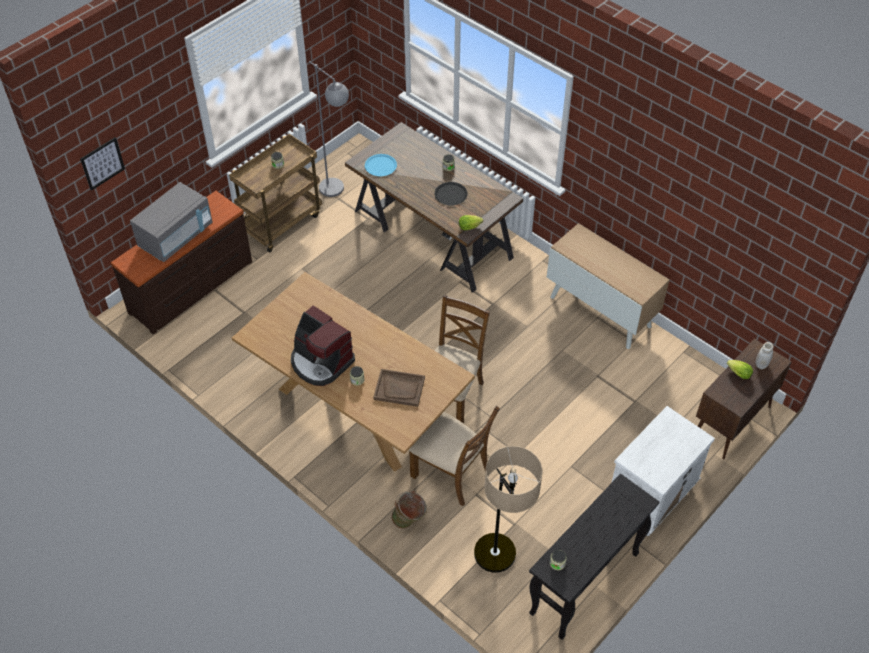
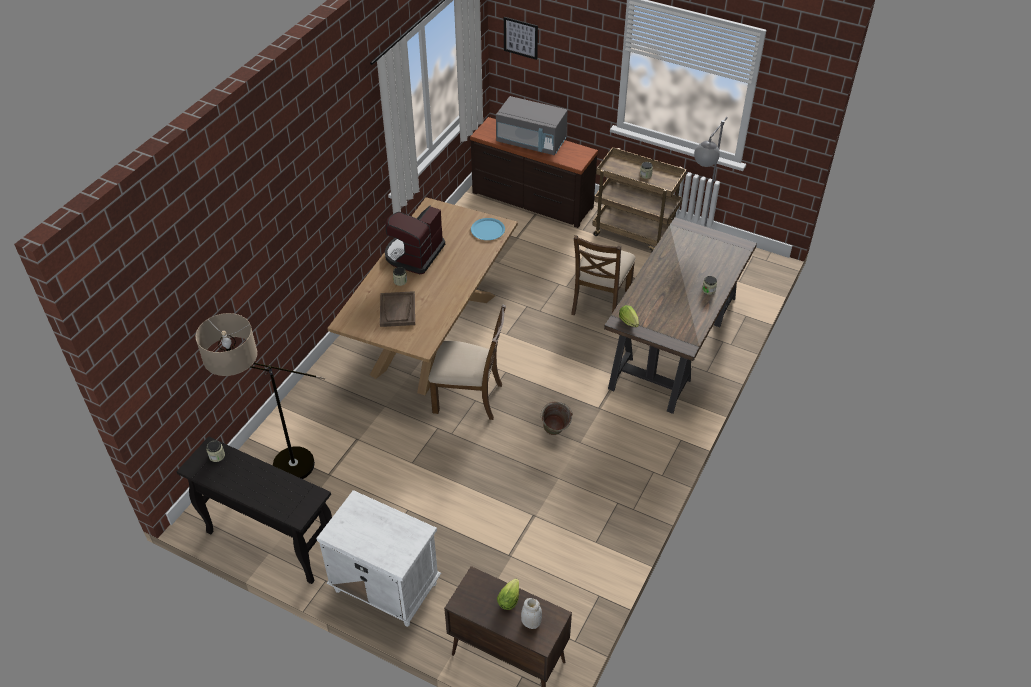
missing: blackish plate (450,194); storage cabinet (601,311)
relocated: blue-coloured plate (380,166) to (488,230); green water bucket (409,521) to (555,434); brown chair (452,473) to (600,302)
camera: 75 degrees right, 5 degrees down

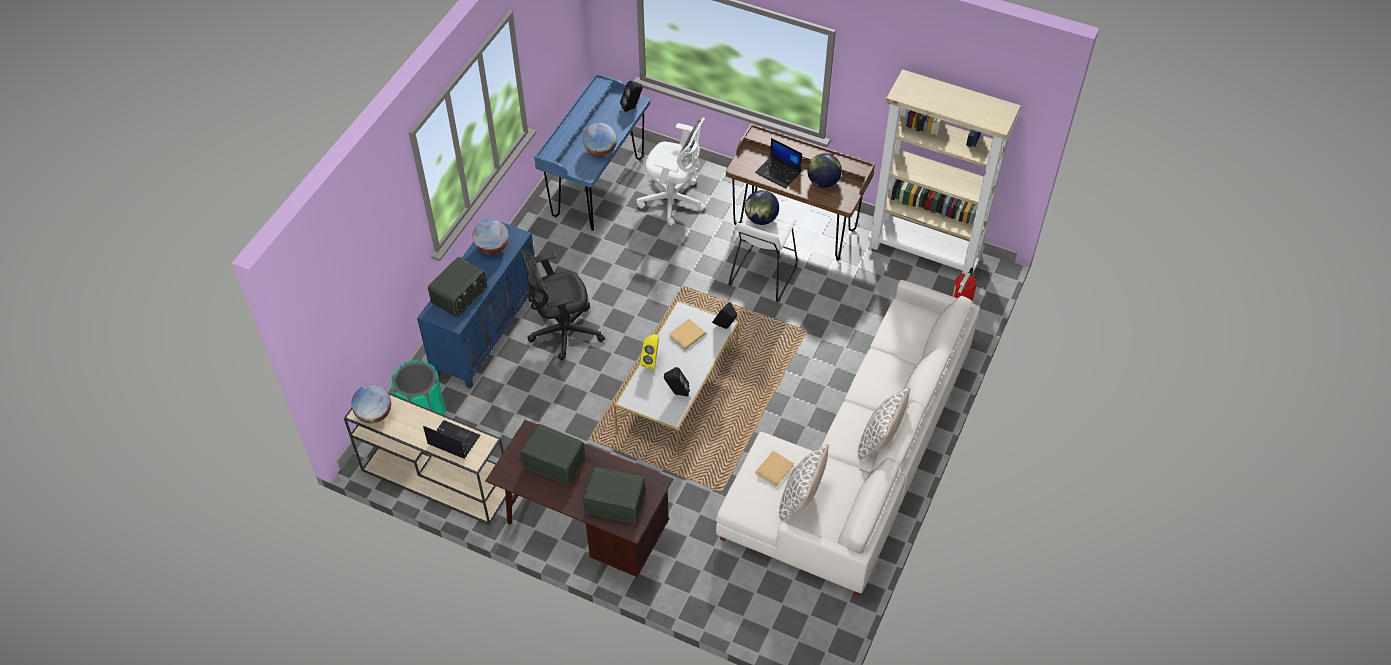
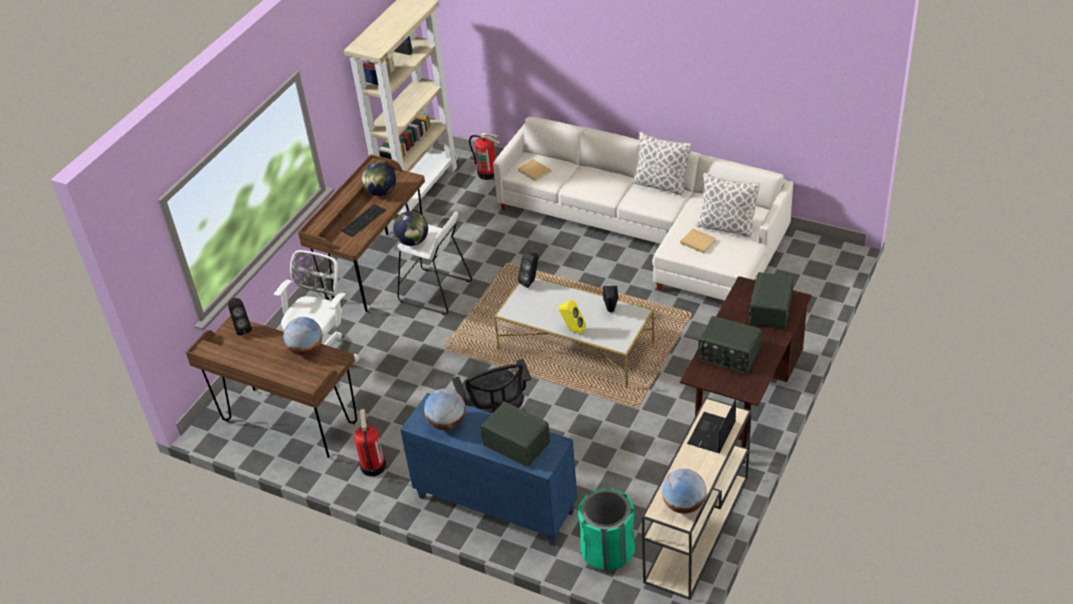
appeared: fire extinguisher (373,466)
relocated: beige volume (686,335) to (535,171)
exchanged: laptop (779,172) to keyboard (363,220)
colour: blue-coloured desk unit (597,187) to brown desk unit (289,423)
spun: radio receiver (554,461) = (728,355) 90 degrees counterclockwise
camera: 85 degrees left, 10 degrees down

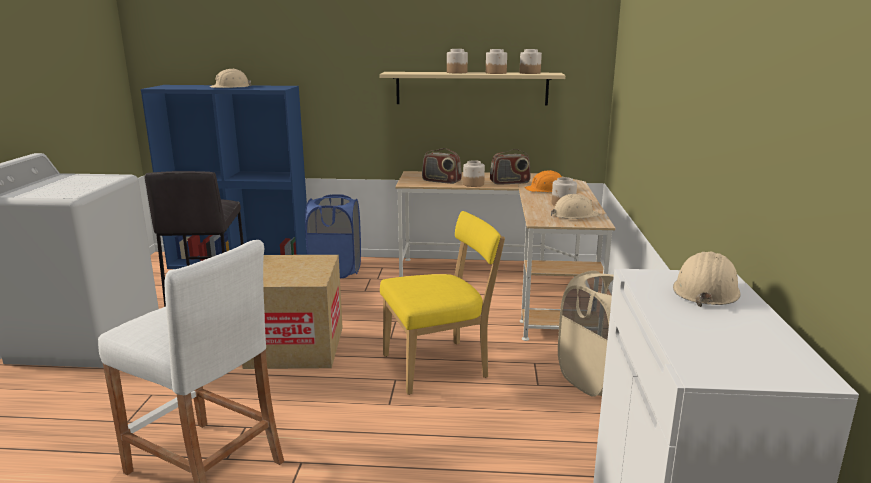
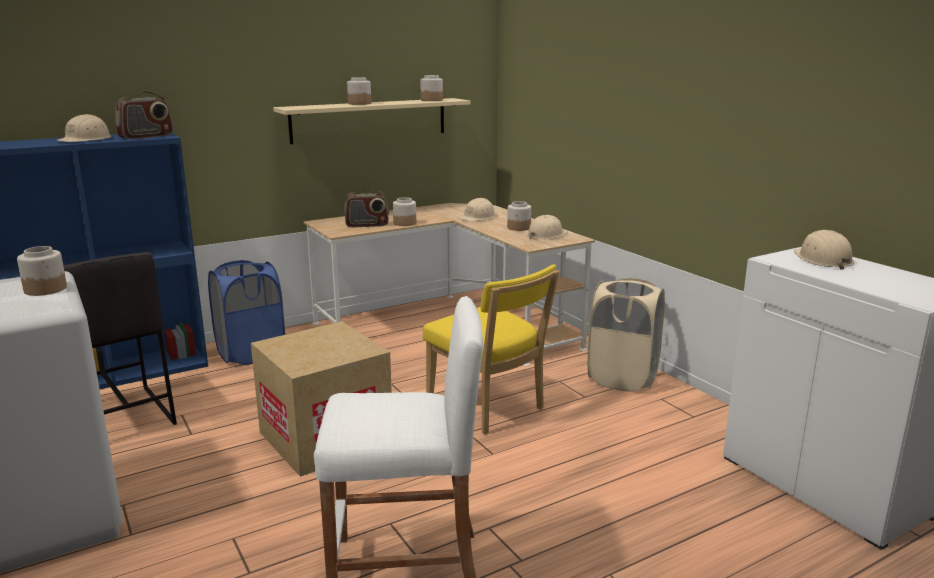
relocated: storage jar (496,73) to (46,289); radio receiver (509,182) to (146,137)
colour: orange-coloured work helmet (546,189) to beige work helmet (478,217)
spun: yellow-coloured chair (440,366) = (489,408) 105 degrees clockwise
camera: 35 degrees left, 0 degrees up

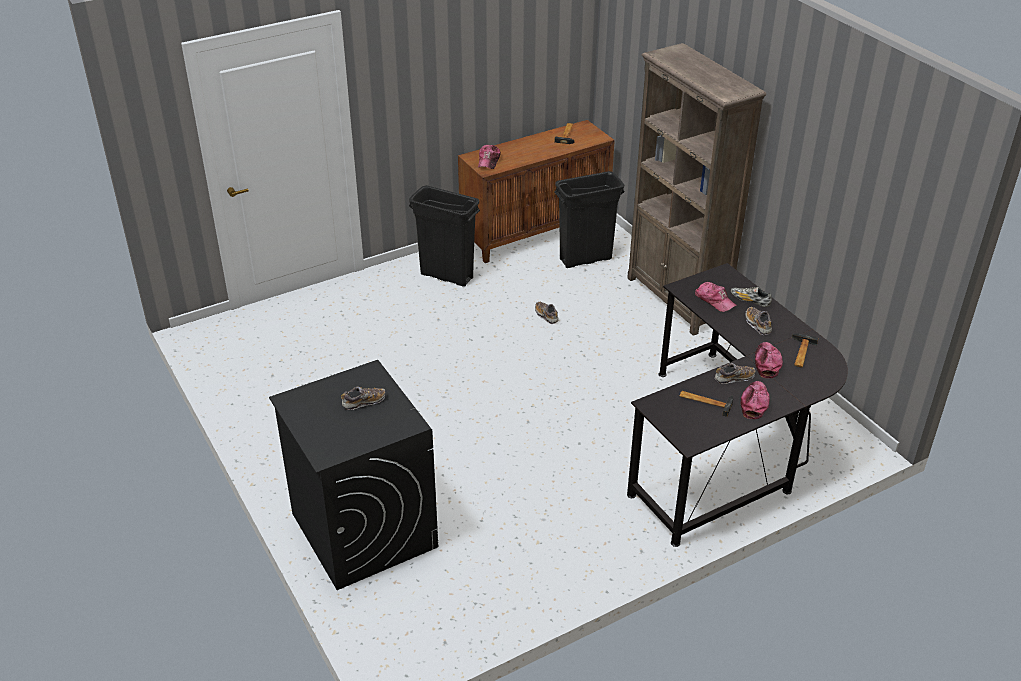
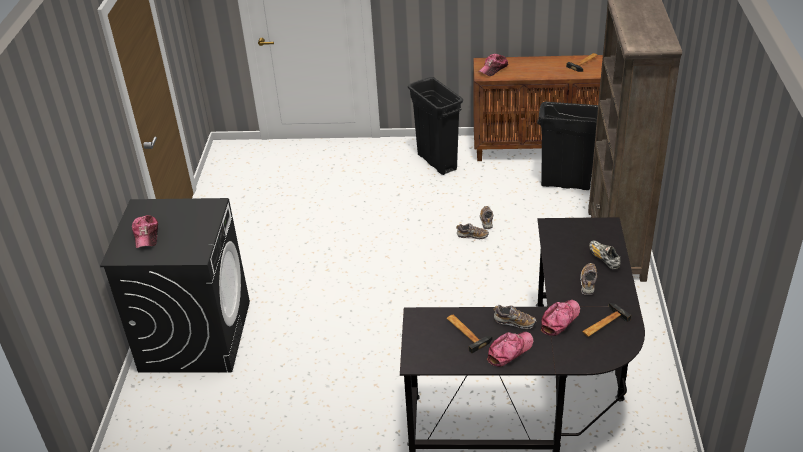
relocated: low shoe (364,402) to (472,236); peaked cap (714,300) to (146,235)
camera: 35 degrees right, 0 degrees up

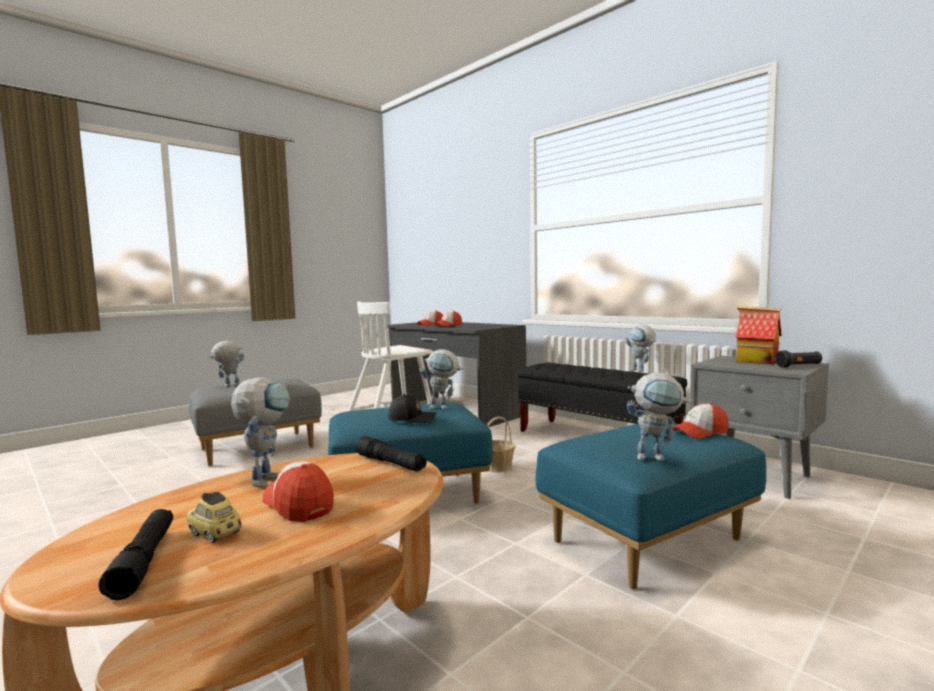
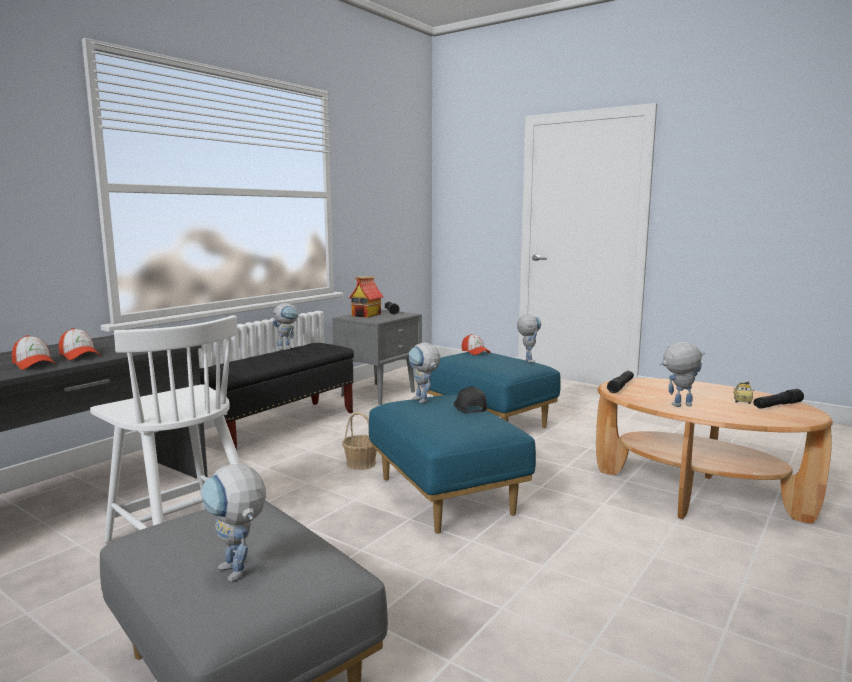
missing: peaked cap (298,504)
spun: toy robot (443,408) = (424,401) 150 degrees clockwise
camera: 100 degrees left, 5 degrees up

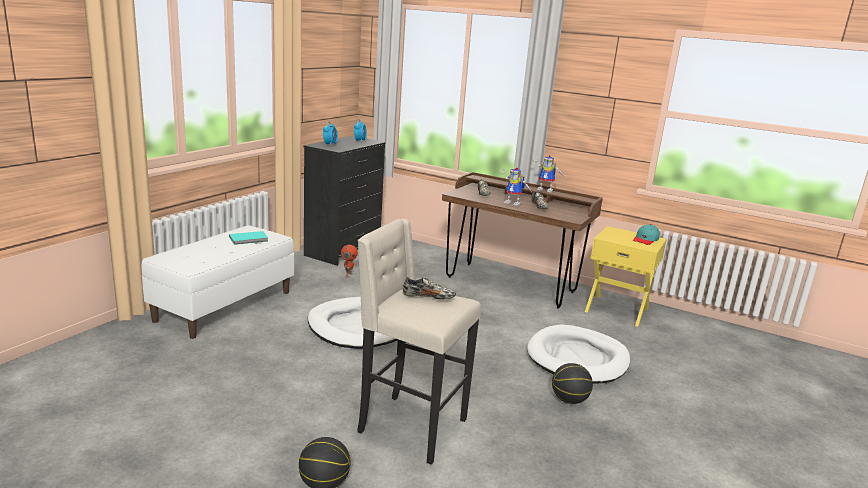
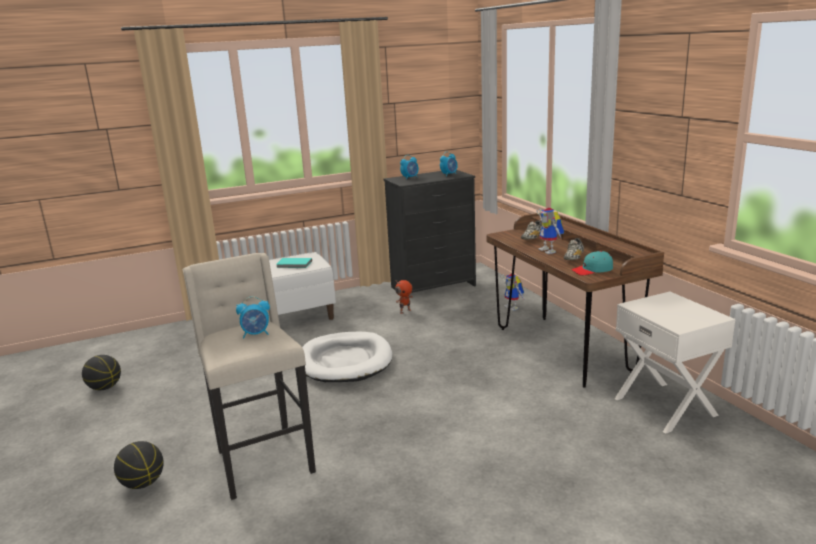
missing: whitish dog cushion (577,358)
relocated: toy robot (546,190) to (513,307); basketball ball (569,400) to (105,387); turquoise peaked cap (645,240) to (592,270)
exchanged: low shoe (428,297) to table clock (256,334)
colour: yellow-coloured nightstand (617,310) to whitish nightstand (666,406)
camera: 40 degrees right, 0 degrees up

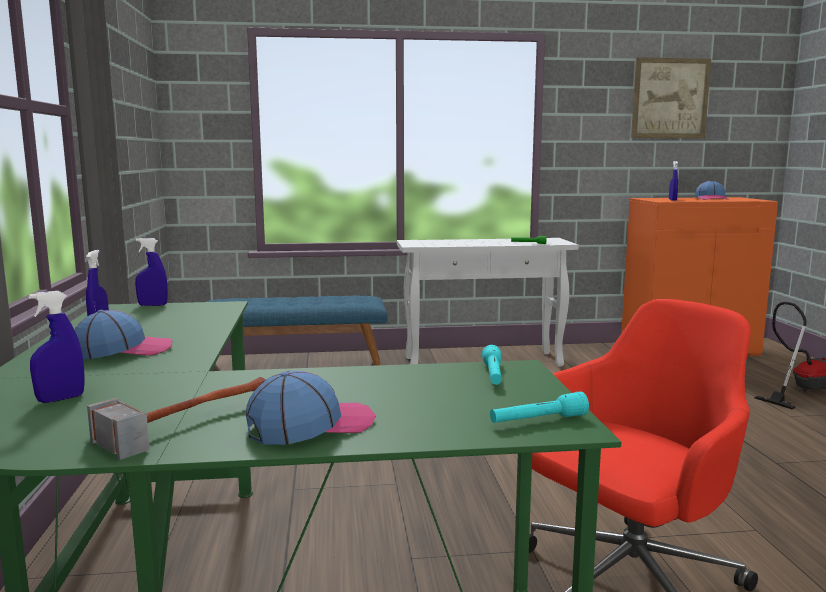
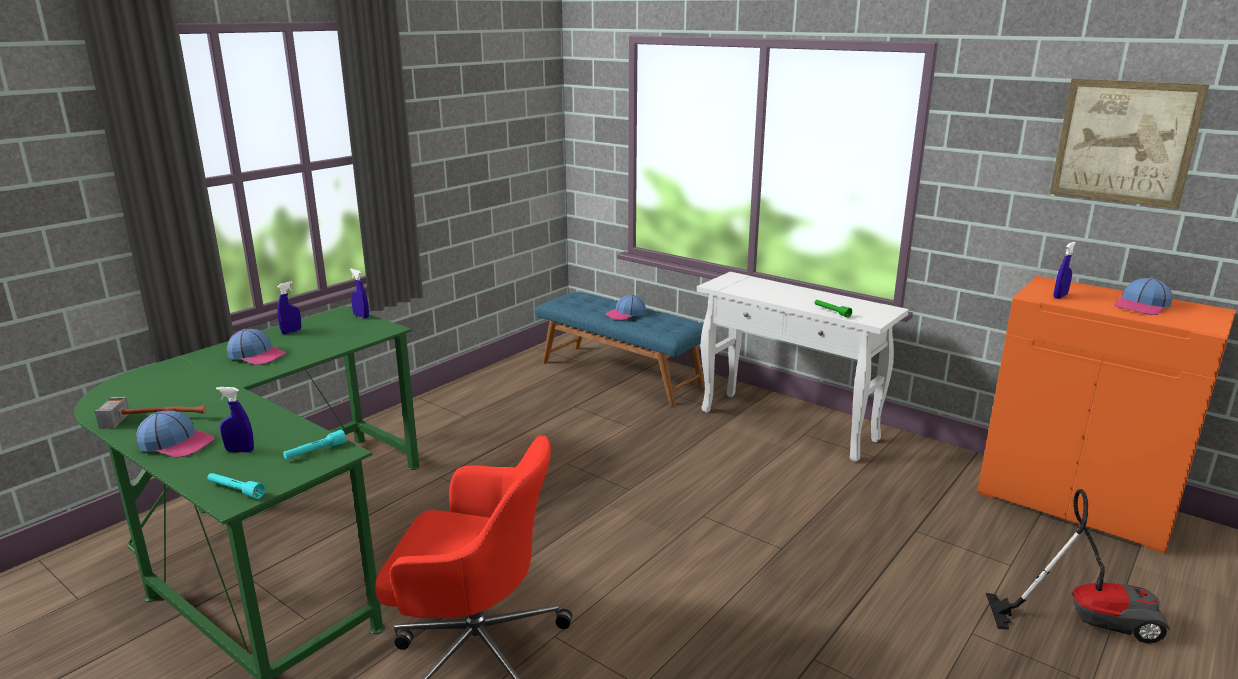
appeared: peaked cap (625,314)
relocated: blue-coloured spray bottle (61,399) to (240,451)
camera: 45 degrees right, 10 degrees up

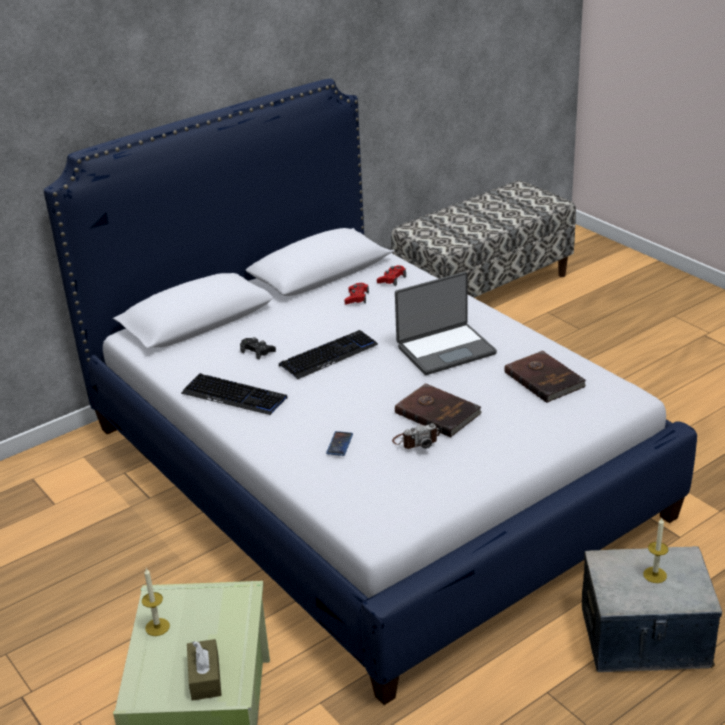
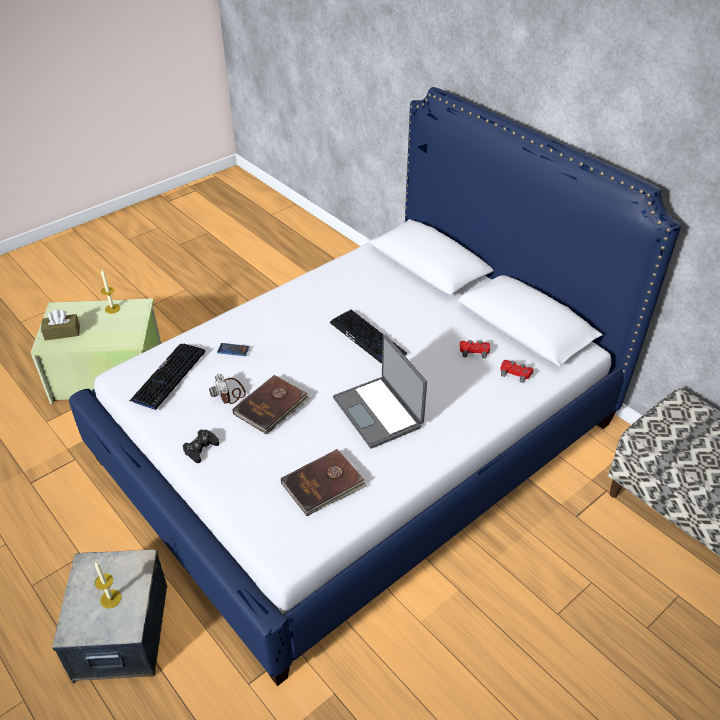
relocated: keyboard (234,396) to (169,376); blackish joypad (257,351) to (201,448)
camera: 85 degrees right, 10 degrees up

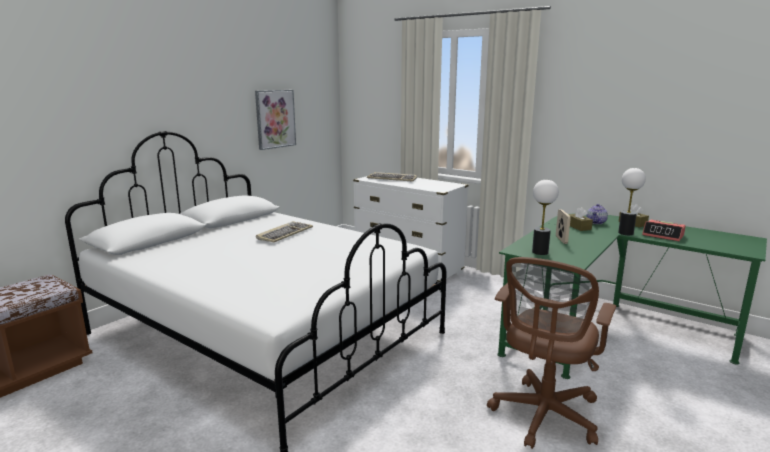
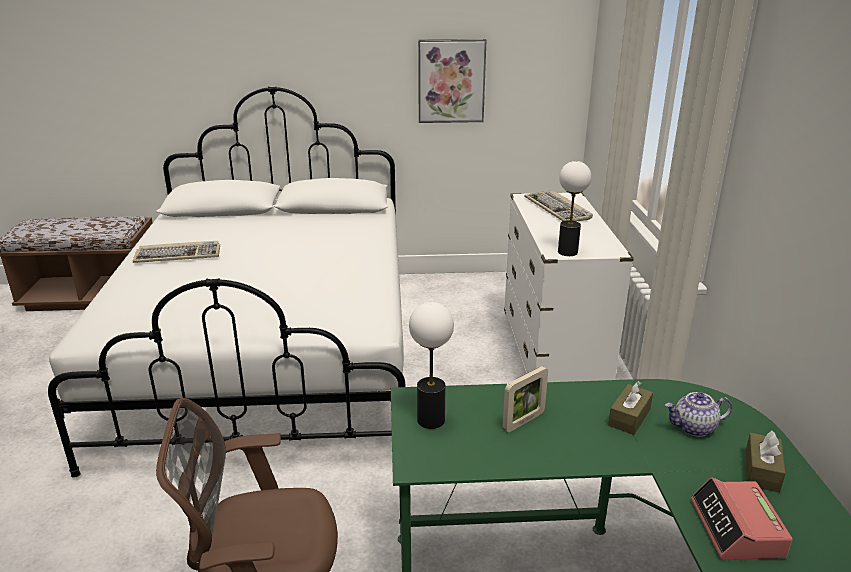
relocated: keyboard (285,234) to (179,255); lamp for a table (625,233) to (567,252)
camera: 50 degrees right, 10 degrees up

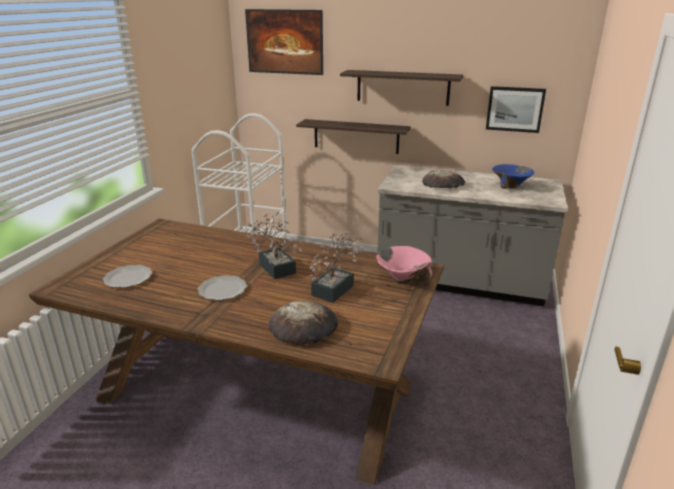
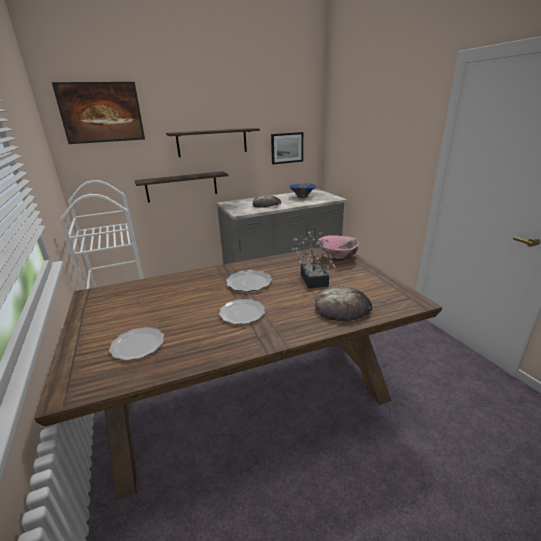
exchanged: houseplant (275,266) to plate (249,282)
camera: 40 degrees left, 0 degrees up

